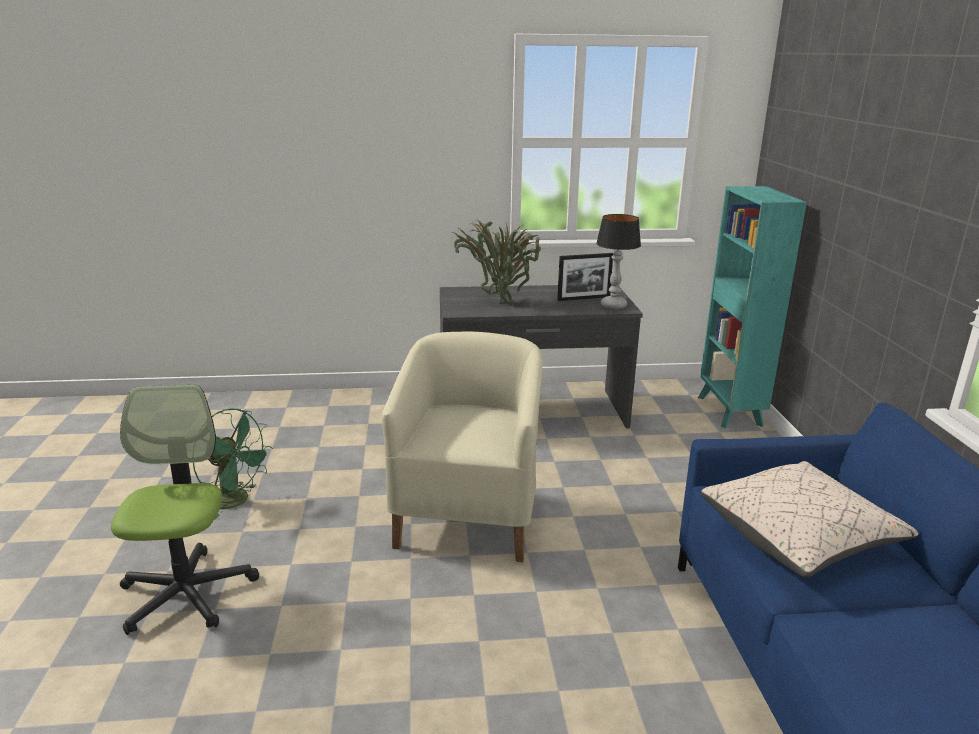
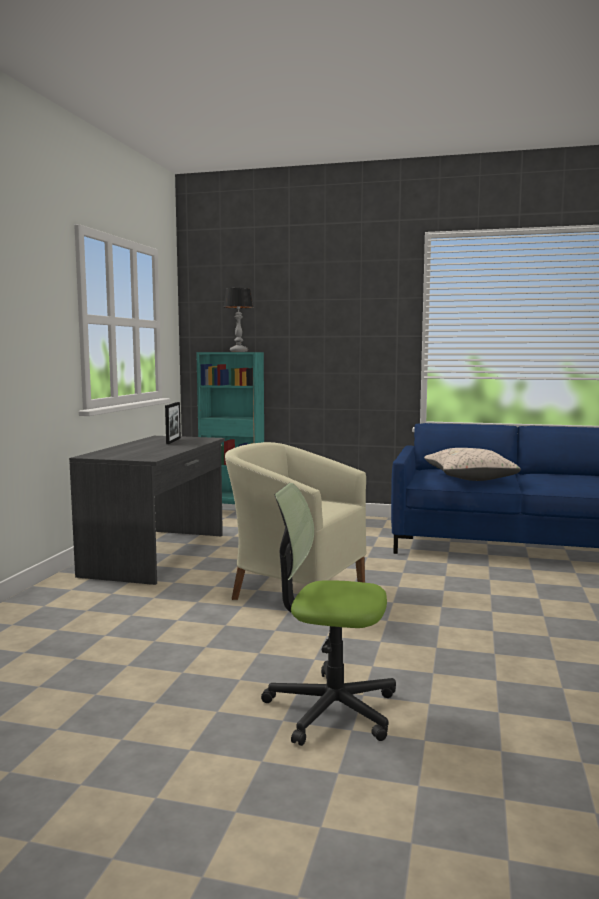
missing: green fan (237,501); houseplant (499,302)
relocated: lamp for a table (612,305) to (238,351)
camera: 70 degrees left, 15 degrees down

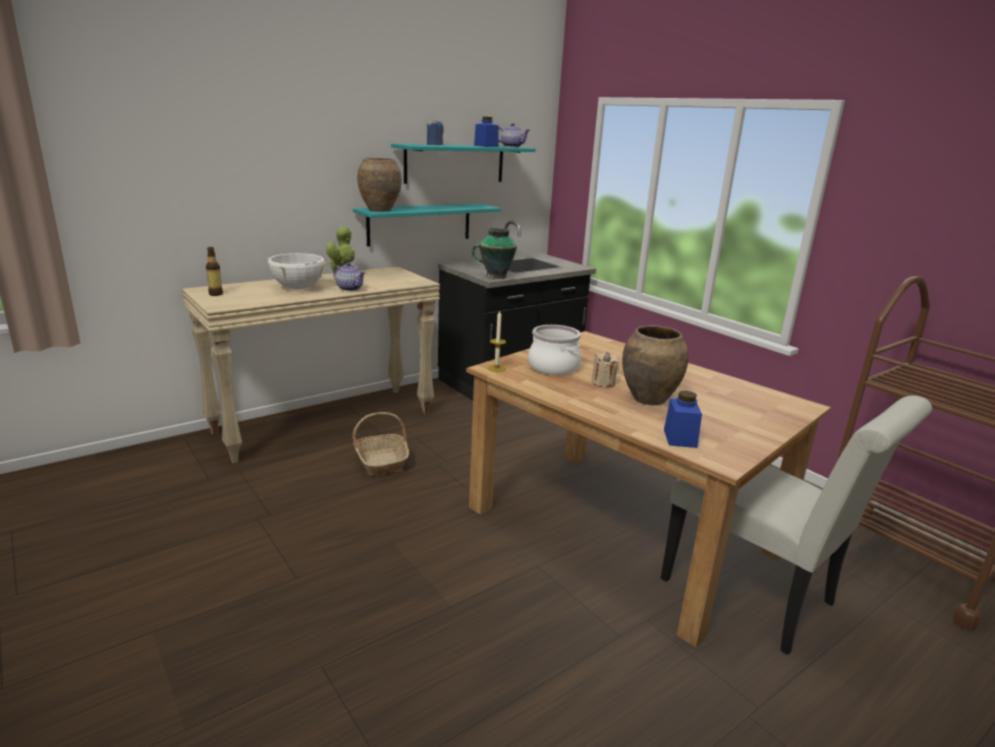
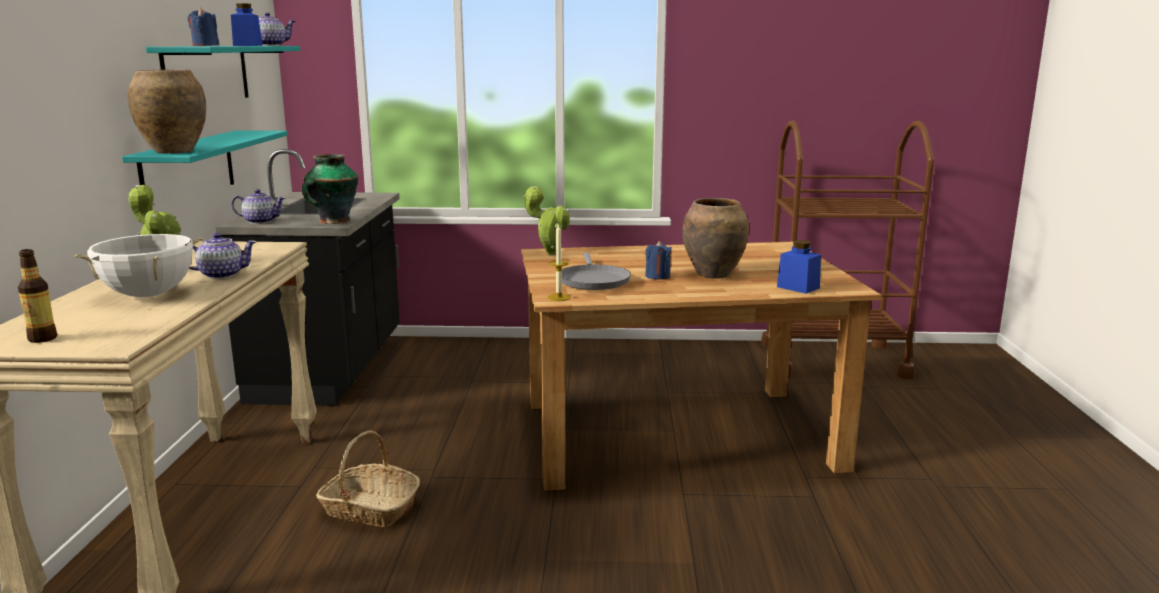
missing: whitish chair (757,598)
appeared: teapot (260,221); houseplant (548,253)
exchanged: cooking pot (553,367) to gray pan (593,280)
colour: beige wax light (603,383) to blue-coloured wax light (657,276)
camera: 50 degrees left, 5 degrees down

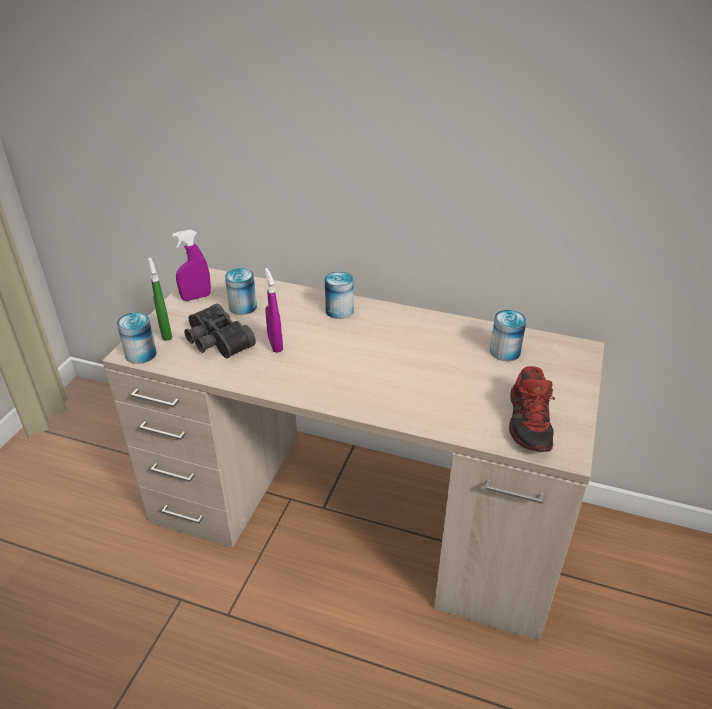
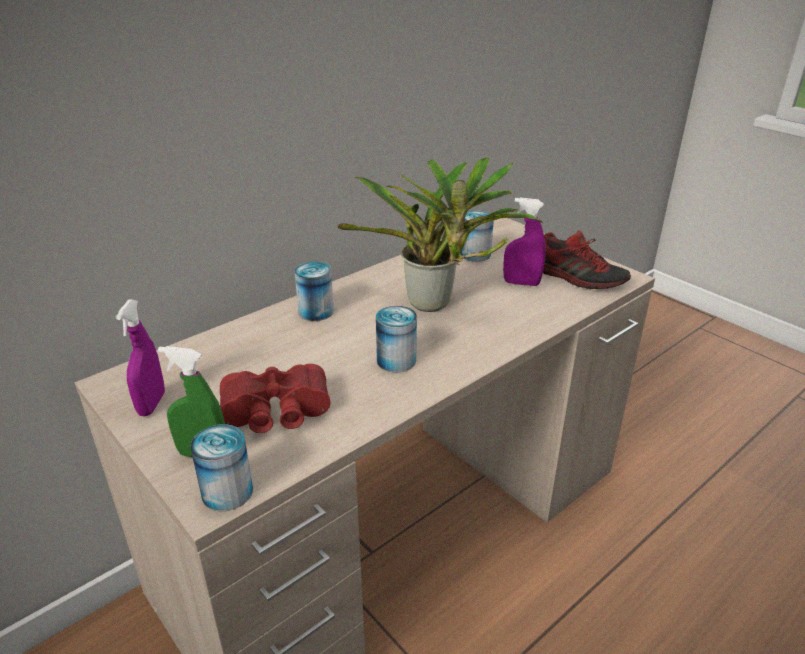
appeared: houseplant (435,305)
relocated: sealed can (243,307) to (396,360); purple-coloured spray bottle (275,344) to (521,283)
colour: blackish binoculars (216,342) to red binoculars (276,414)
camera: 60 degrees left, 5 degrees down

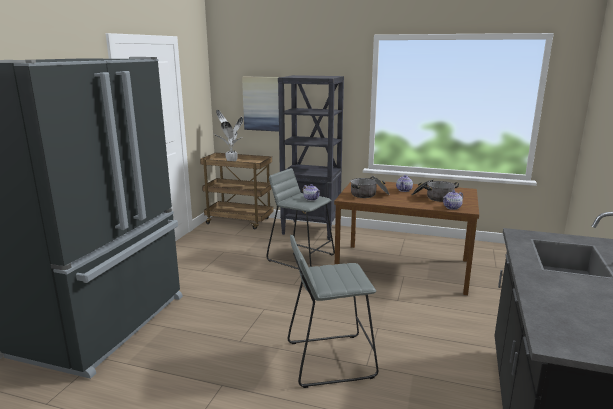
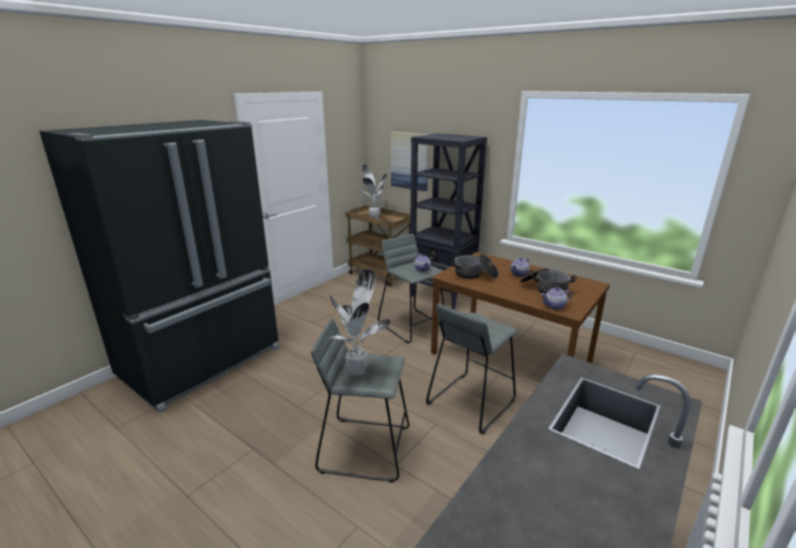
appeared: houseplant (358,370); gray stool (470,402)
camera: 20 degrees right, 5 degrees up

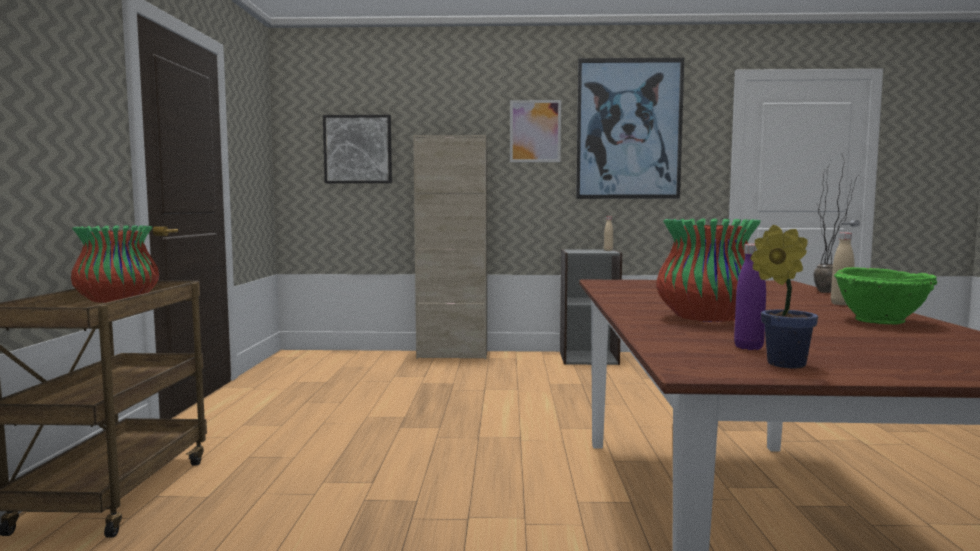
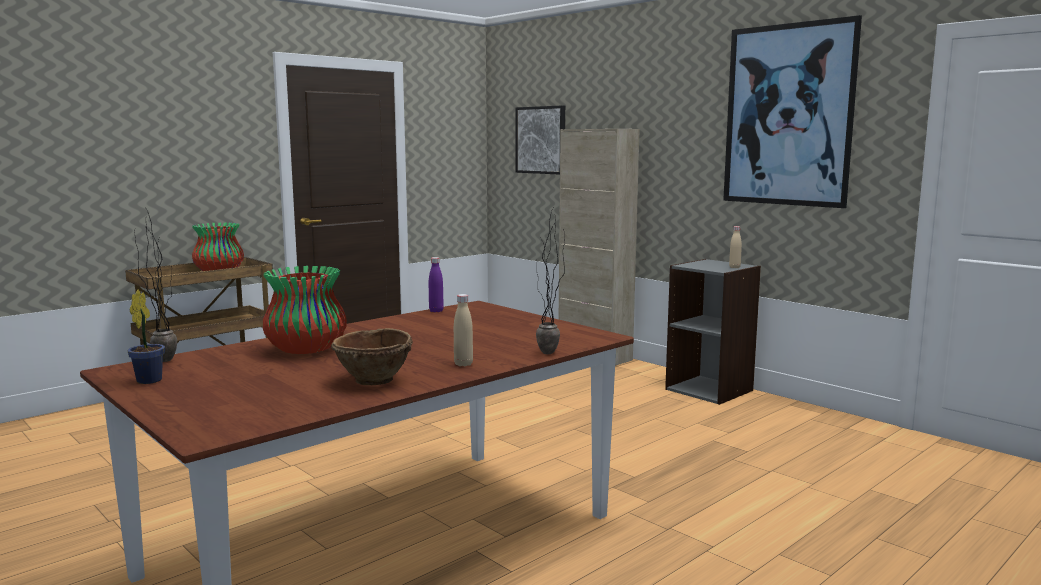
missing: wall picture (535,131)
appeared: houseplant (163,358)
relocated: purple-coloured beverage bottle (748,347) to (436,311)
colour: green deep dish (882,321) to brown deep dish (374,381)
camera: 45 degrees right, 5 degrees up

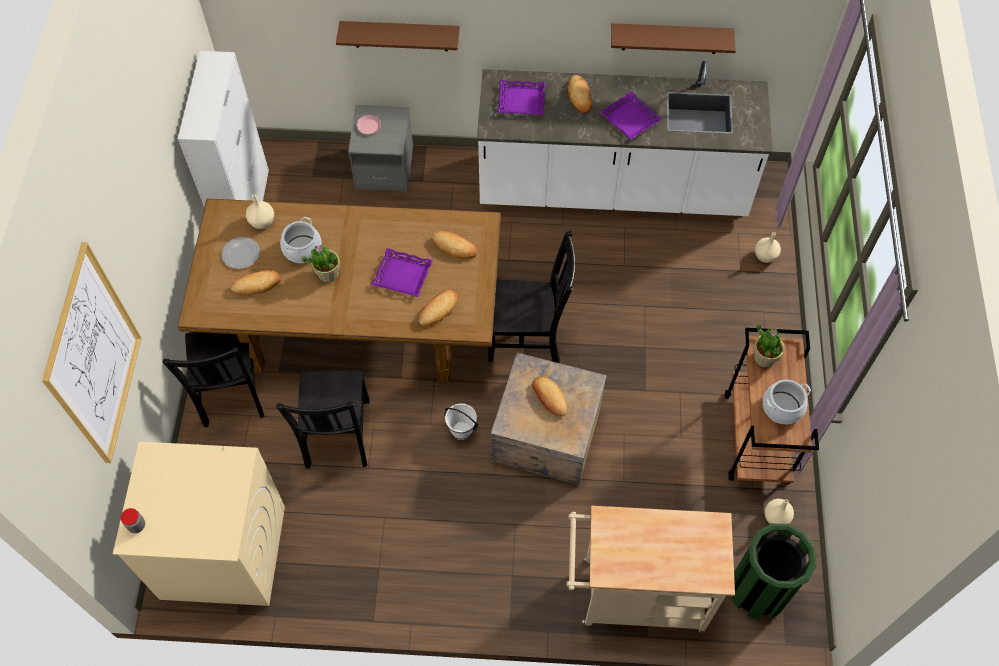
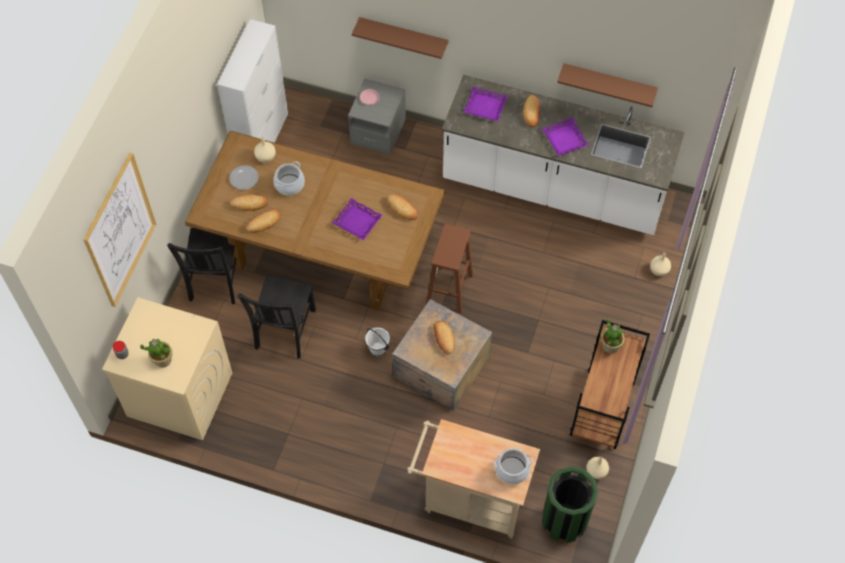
relocated: houseplant (327,273) to (162,359); baked bread (438,309) to (264,222); cooking pot (782,407) to (512,470)
exchanged: blackish chair (527,337) to brown stool (449,290)
camera: 15 degrees right, 0 degrees up

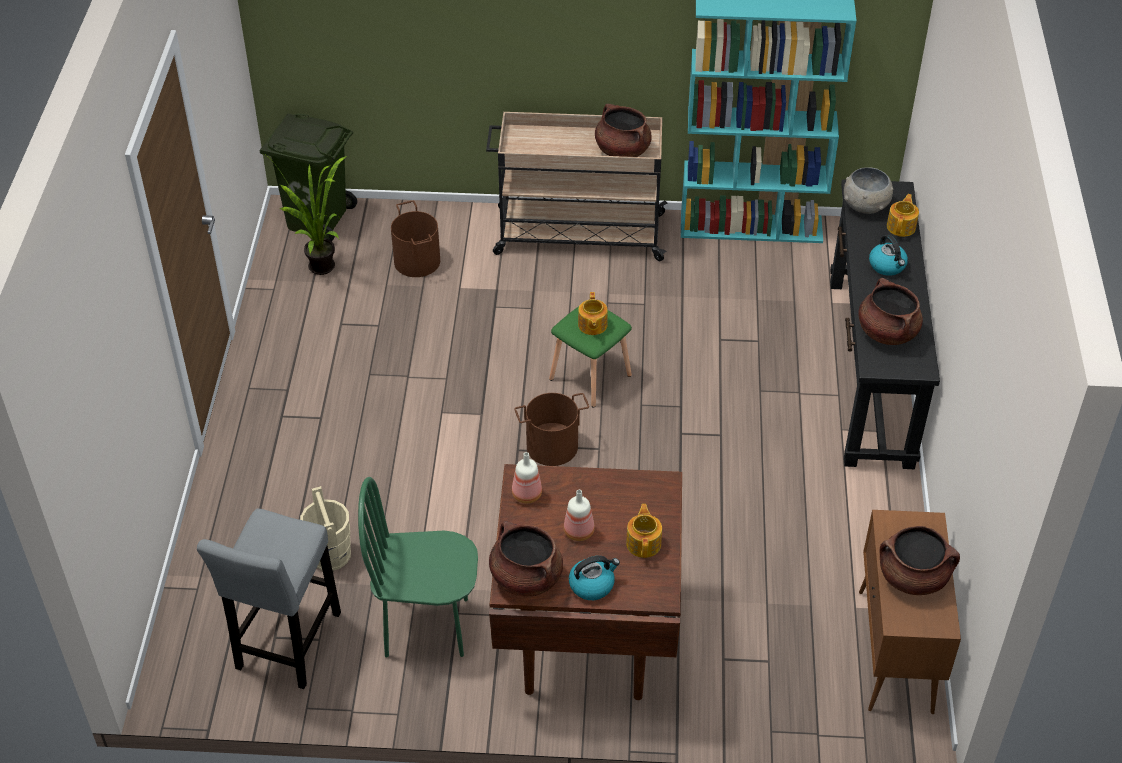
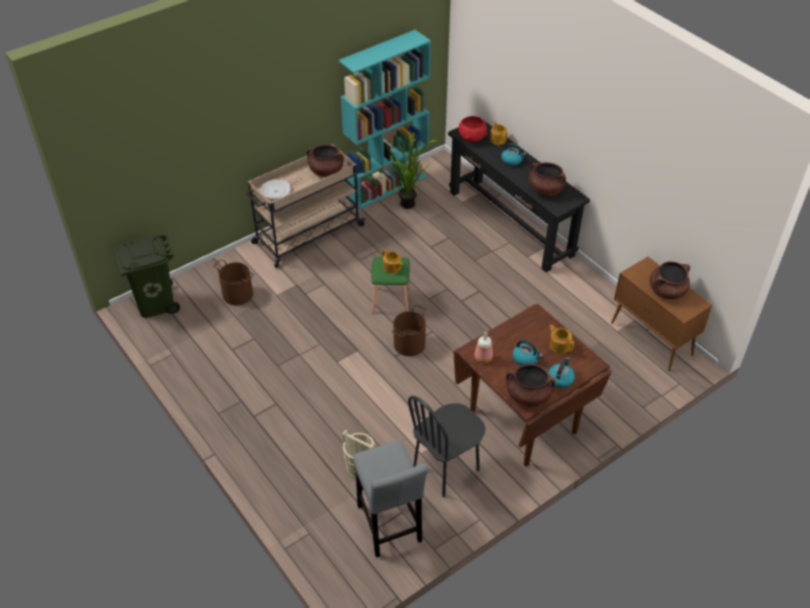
appeared: pan (278,191)
relocated: houseplant (322,271) to (410,206)
exchanged: beverage bottle (579,531) to water kettle (526,359)
colour: green chair (426,626) to blackish chair (446,468); gray deep dish (865,205) to red deep dish (472,138)
camera: 40 degrees left, 0 degrees up

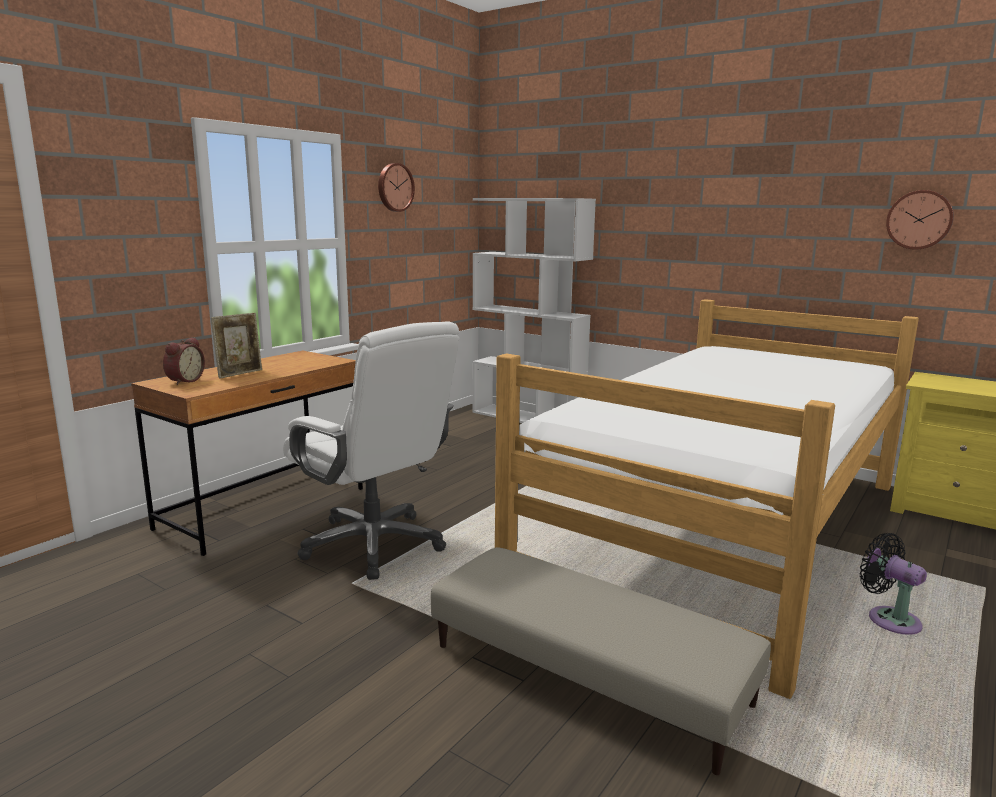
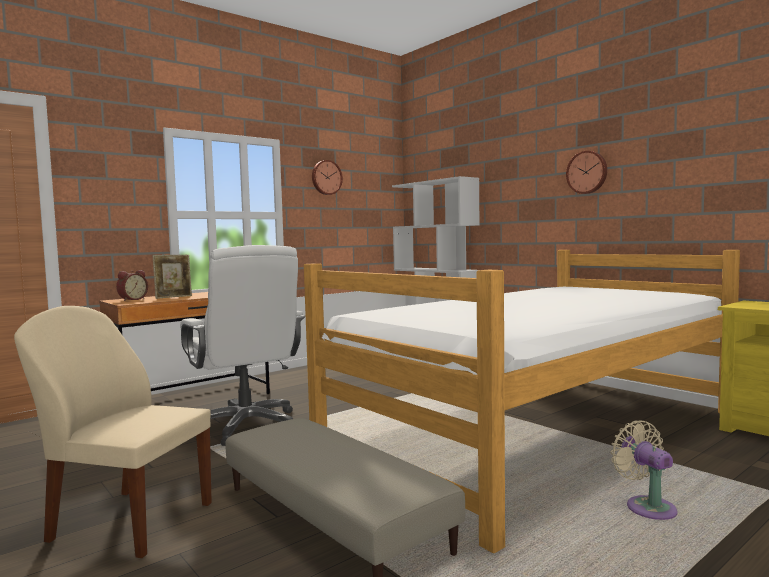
appeared: beige chair (129,521)
relocated: clock on the wall (919,220) to (587,172)
colour: blackish fan (889,619) to beige fan (647,506)
camera: 15 degrees right, 10 degrees down

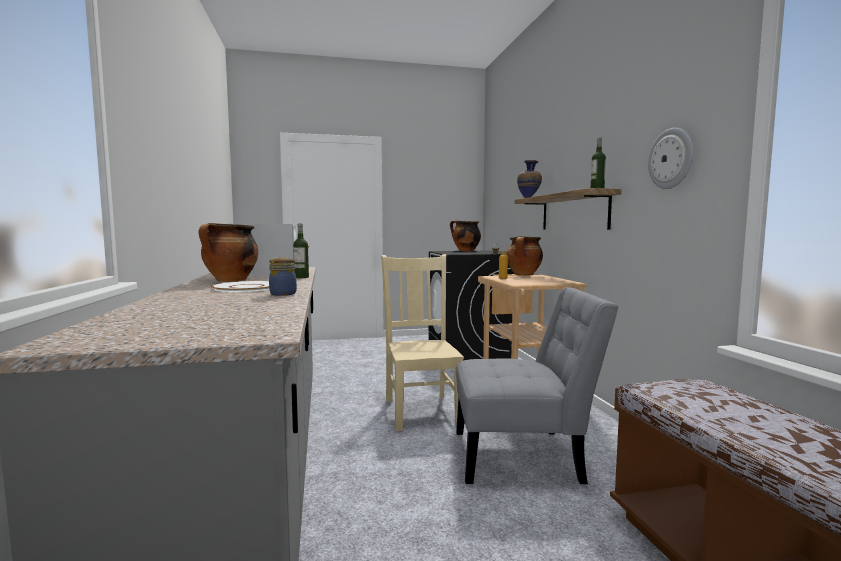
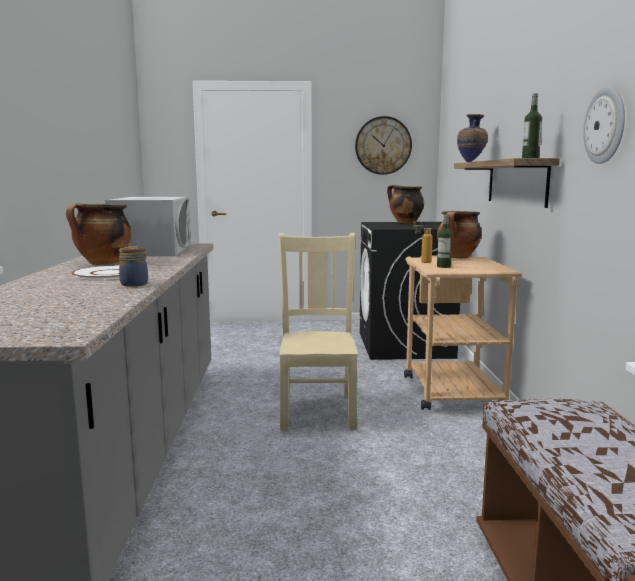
missing: gray chair (524,456)
appeared: clock on the wall (383,145)
relocated: beverage bottle (301,277) to (443,266)
camera: 10 degrees right, 5 degrees up

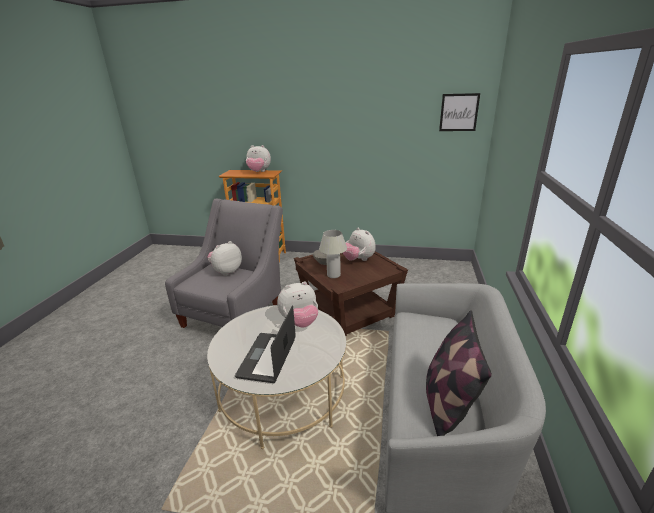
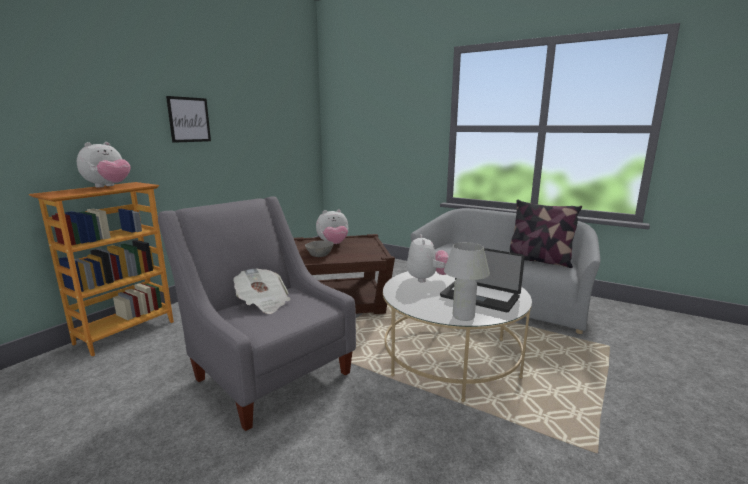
relocated: whitish lamp for a table (333,275) to (463,316); wall picture (459,112) to (189,119)
exchanged: soft toy (226,271) to printed paper (263,303)
camera: 70 degrees left, 10 degrees down

